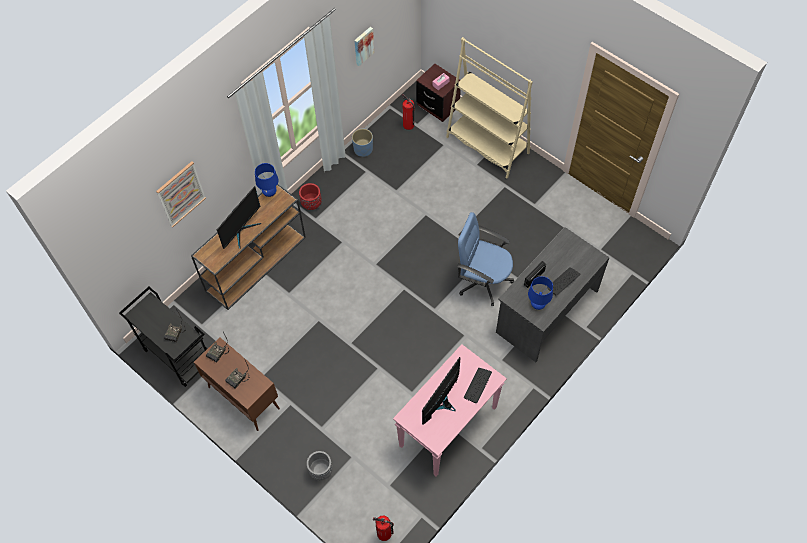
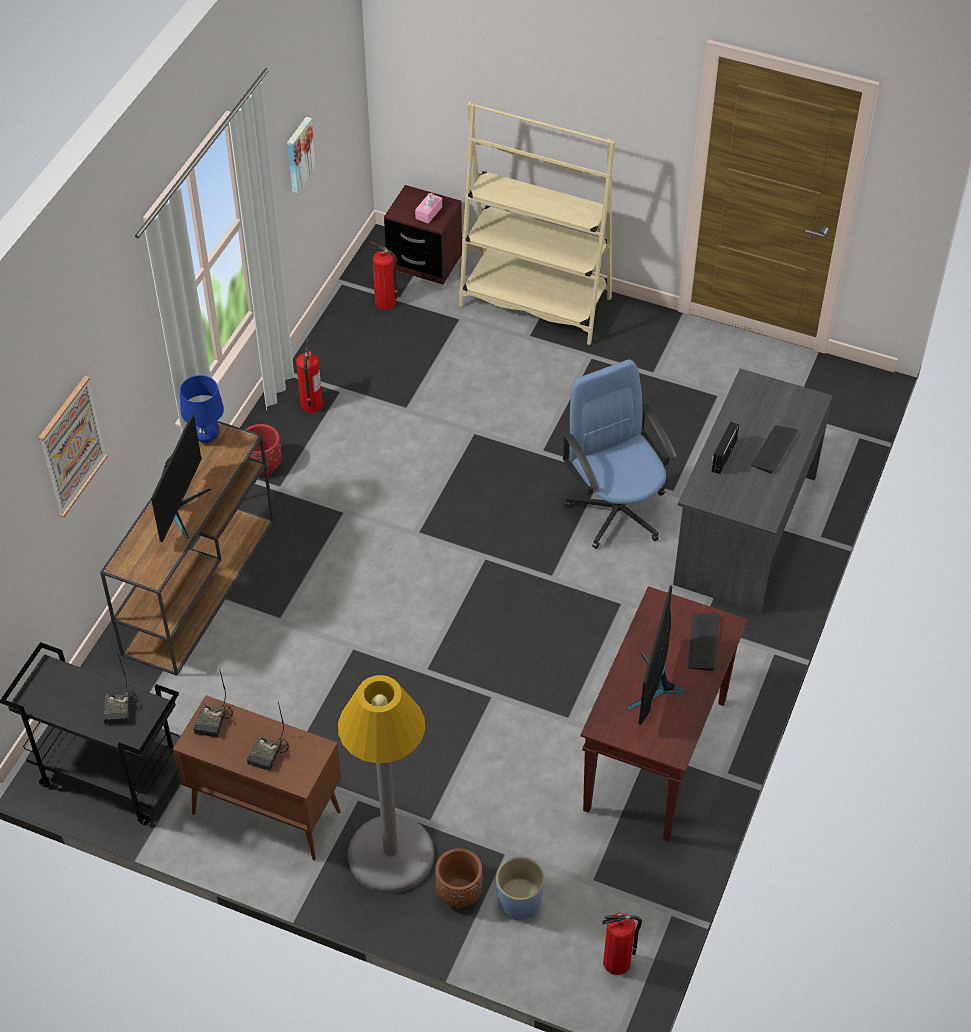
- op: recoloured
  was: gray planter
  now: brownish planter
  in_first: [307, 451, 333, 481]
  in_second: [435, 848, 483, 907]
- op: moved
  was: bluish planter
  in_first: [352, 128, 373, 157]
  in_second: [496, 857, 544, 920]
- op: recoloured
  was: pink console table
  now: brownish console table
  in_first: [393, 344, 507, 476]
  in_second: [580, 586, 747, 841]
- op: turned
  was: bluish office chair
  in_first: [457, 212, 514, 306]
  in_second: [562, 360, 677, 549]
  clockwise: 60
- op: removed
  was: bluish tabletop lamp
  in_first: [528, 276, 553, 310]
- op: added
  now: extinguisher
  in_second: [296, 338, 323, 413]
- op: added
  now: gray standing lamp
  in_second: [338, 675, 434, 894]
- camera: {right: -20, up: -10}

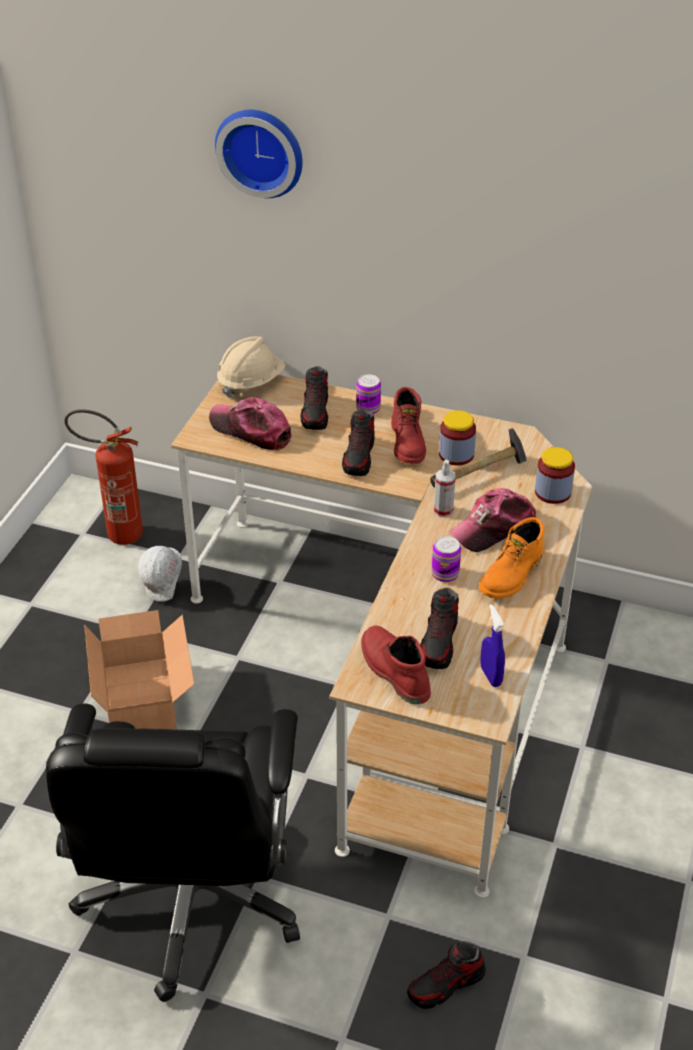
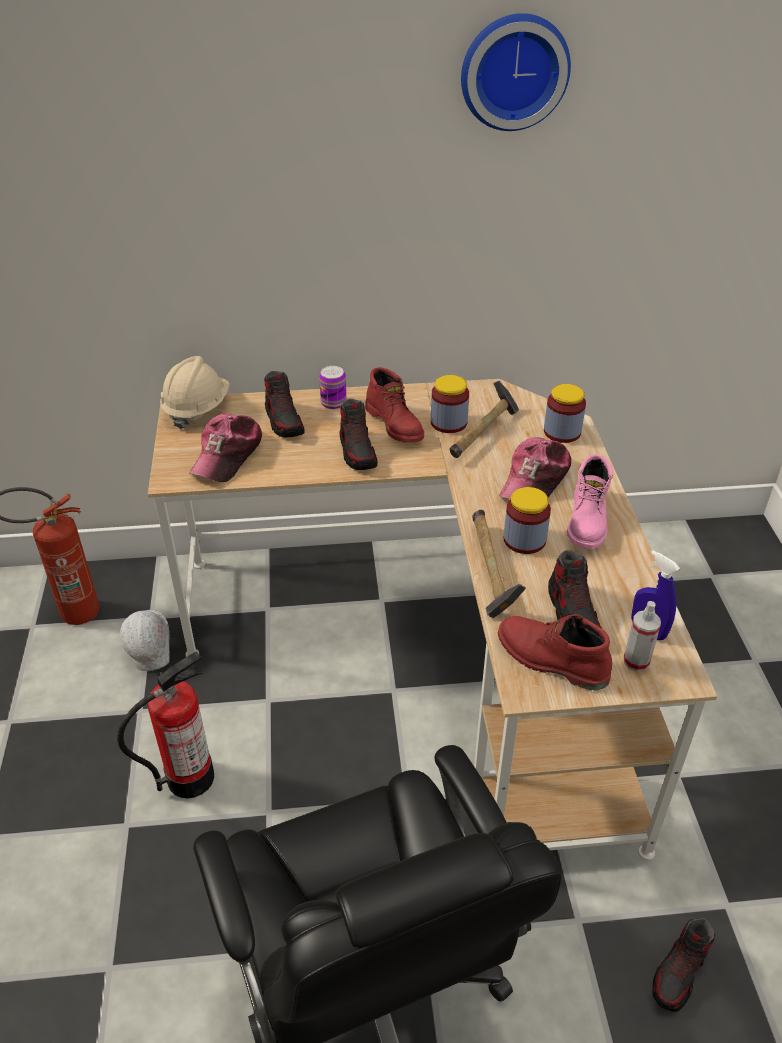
- op: replaced
  was: cardboard box
  now: extinguisher
  in_first: [84, 610, 194, 729]
  in_second: [117, 651, 214, 798]
- op: turned
  was: cap
  in_first: [209, 397, 291, 451]
  in_second: [189, 413, 262, 482]
  clockwise: -75
- op: moved
  was: hanging clock
  in_first: [215, 110, 303, 198]
  in_second: [461, 13, 571, 131]
- op: replaced
  was: sealed can
  now: jar
  in_first: [431, 536, 461, 582]
  in_second: [503, 487, 551, 554]
- op: moved
  was: sprayer
  in_first: [434, 460, 456, 517]
  in_second: [624, 601, 661, 672]
- op: recoloured
  was: orange-coloured high-top boot
  now: pink high-top boot
  in_first: [479, 517, 544, 599]
  in_second: [567, 454, 613, 549]
- op: added
  now: hand hammer
  in_second: [472, 510, 526, 618]
- camera: {right: -25, up: 0}

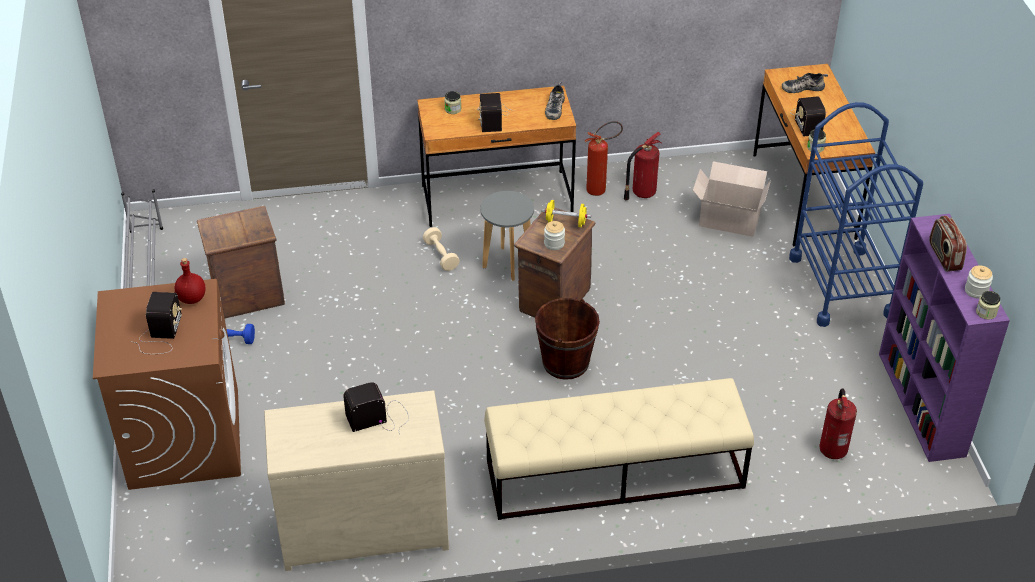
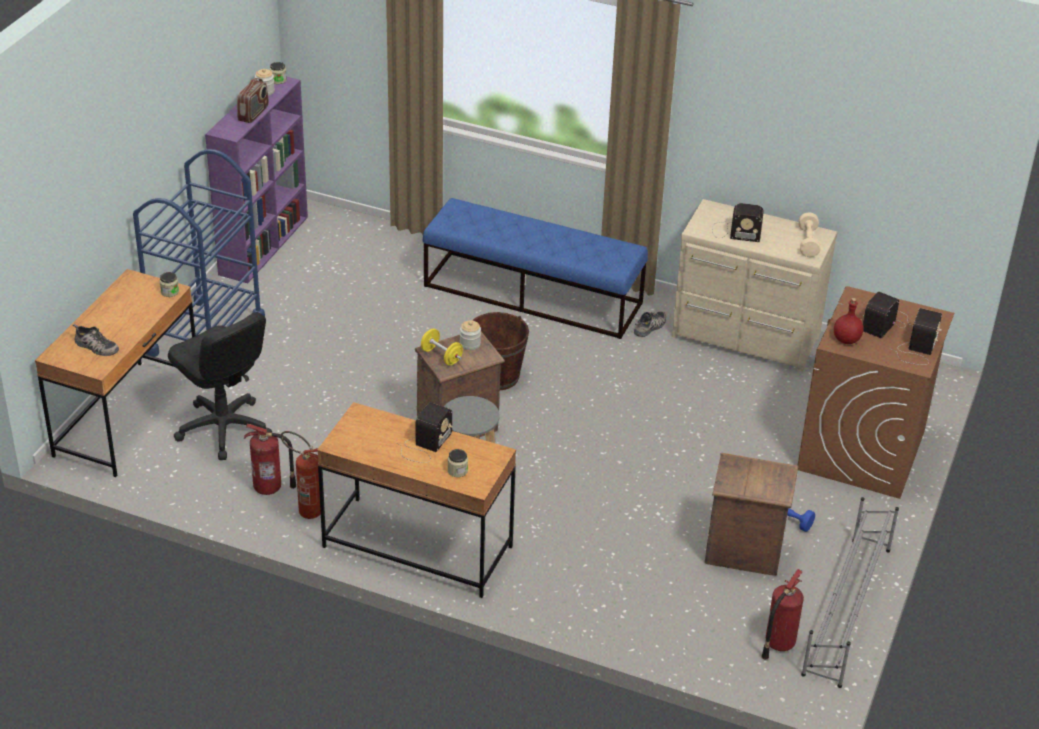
- op: moved
  was: sand-coloured dumbbell
  in_first: [423, 227, 460, 271]
  in_second: [799, 212, 821, 257]
- op: recoloured
  was: sand-coloured long seat
  now: bluish long seat
  in_first: [484, 378, 754, 520]
  in_second: [423, 198, 648, 339]
- op: moved
  was: item of footwear
  in_first: [545, 82, 565, 120]
  in_second: [634, 311, 666, 337]
- op: replaced
  was: cardboard box
  now: black office chair
  in_first: [693, 161, 771, 237]
  in_second: [168, 312, 272, 460]
- op: moved
  was: radio
  in_first: [790, 96, 826, 137]
  in_second: [891, 308, 942, 365]
- op: moved
  was: extinguisher
  in_first: [820, 389, 857, 459]
  in_second: [762, 569, 804, 659]
- camera: {right: -150, up: -5}

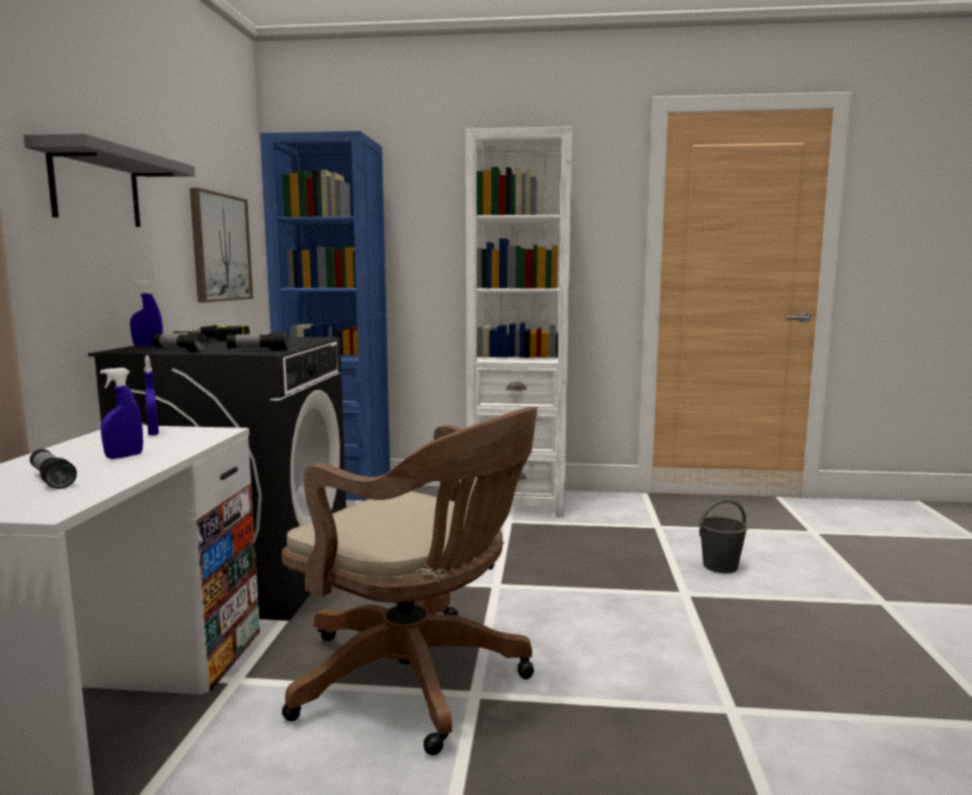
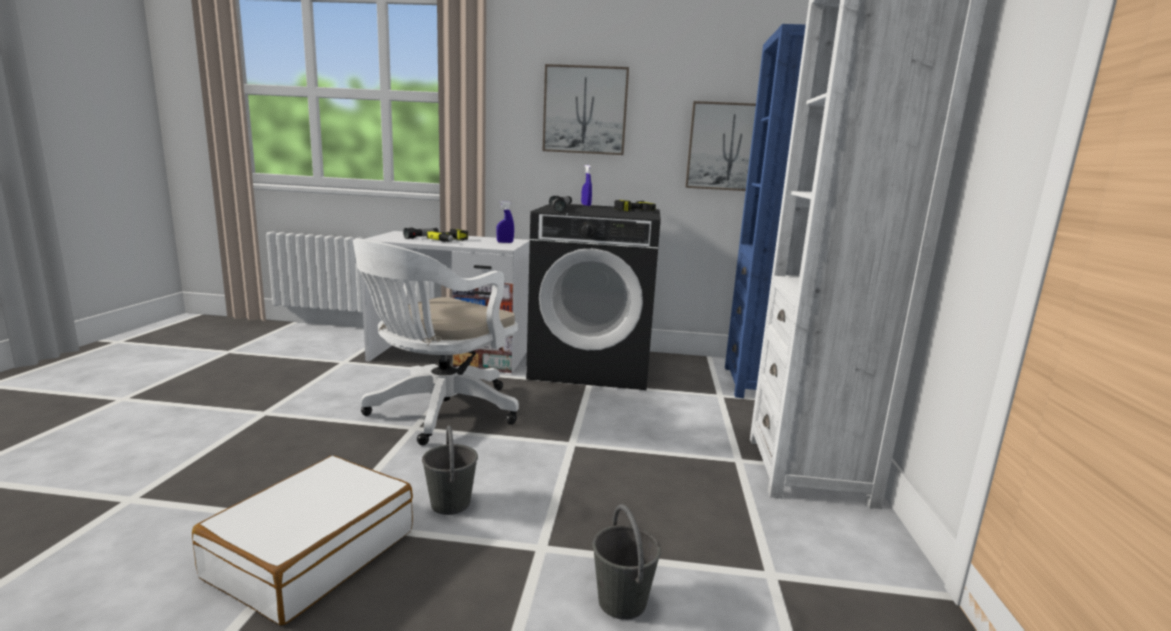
- op: replaced
  was: gray wall shelf
  now: wall picture
  in_first: [24, 133, 195, 227]
  in_second: [543, 64, 629, 155]
- op: replaced
  was: bluish sprayer
  now: power drill
  in_first: [100, 368, 143, 459]
  in_second: [427, 229, 468, 242]
- op: recoloured
  was: brownish office chair
  now: whitish office chair
  in_first: [282, 407, 537, 756]
  in_second: [353, 239, 519, 445]
- op: added
  now: whitish travel case
  in_second: [192, 456, 413, 626]
- op: added
  now: gray pail
  in_second: [422, 425, 478, 515]
- camera: {right: 90, up: 5}

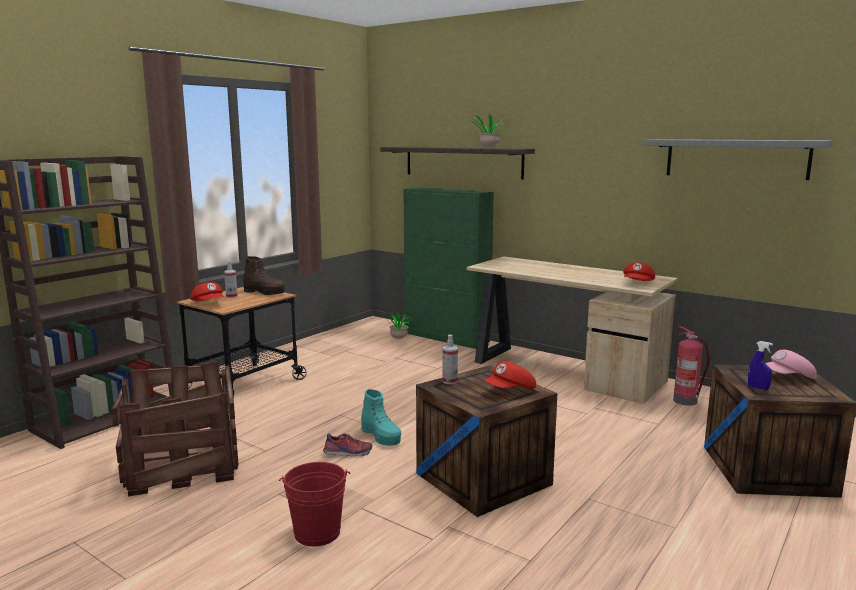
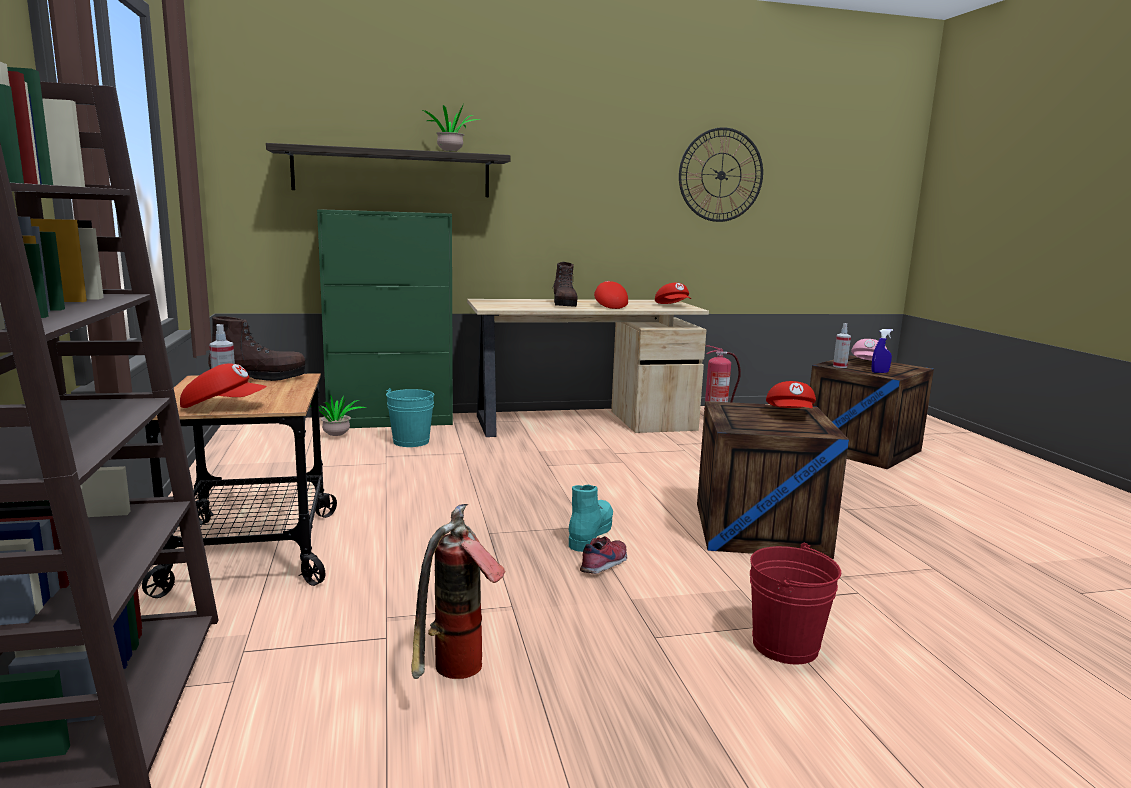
- op: replaced
  was: packing crate
  now: extinguisher
  in_first: [111, 361, 239, 496]
  in_second: [411, 504, 506, 679]
- op: turned
  was: blue-green high-top boot
  in_first: [361, 389, 401, 446]
  in_second: [569, 485, 613, 552]
  clockwise: -75
- op: moved
  was: sprayer
  in_first: [442, 335, 458, 384]
  in_second: [833, 323, 851, 368]
- op: replaced
  was: gray wall shelf
  now: hanging clock
  in_first: [643, 139, 832, 180]
  in_second: [679, 127, 763, 222]
- op: added
  now: blue-green pail
  in_second: [386, 388, 434, 447]
- op: added
  now: brownish high-top boot
  in_second: [552, 262, 578, 307]
- op: added
  now: red-coloured cap
  in_second: [594, 281, 628, 309]
- camera: {right: -50, up: 0}

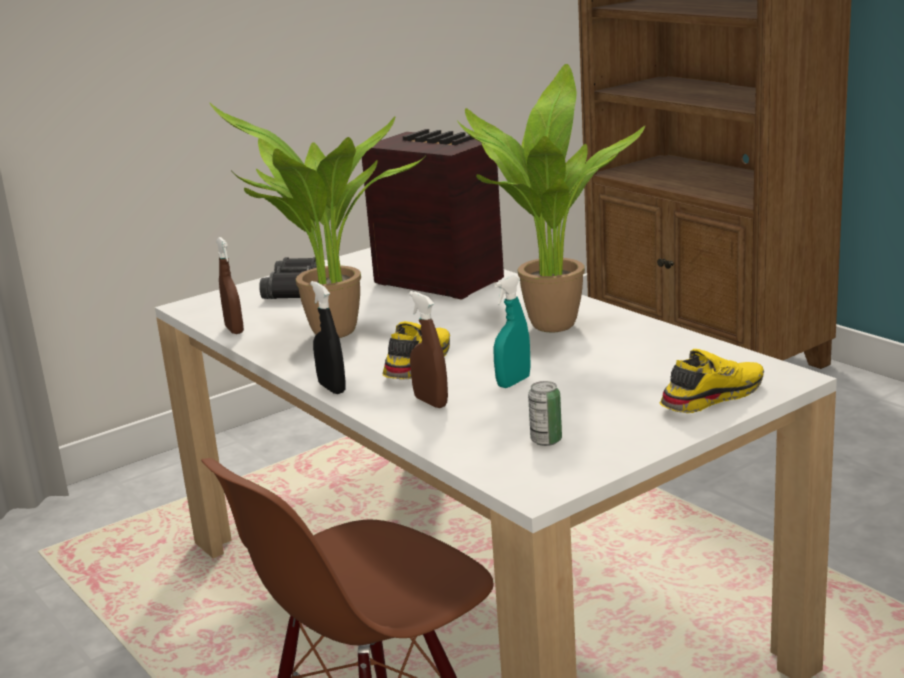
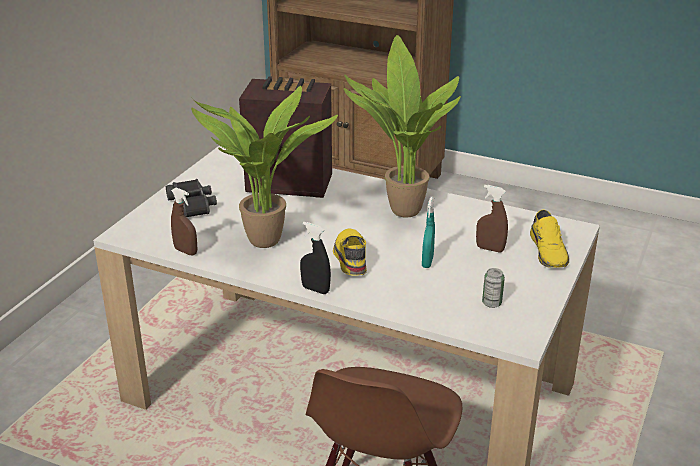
- op: moved
  was: brownish sprayer
  in_first: [409, 291, 448, 408]
  in_second: [476, 185, 508, 252]
- op: turned
  was: yellowish item of footwear
  in_first: [660, 349, 764, 413]
  in_second: [530, 210, 569, 268]
  clockwise: 150
- camera: {right: -30, up: 10}

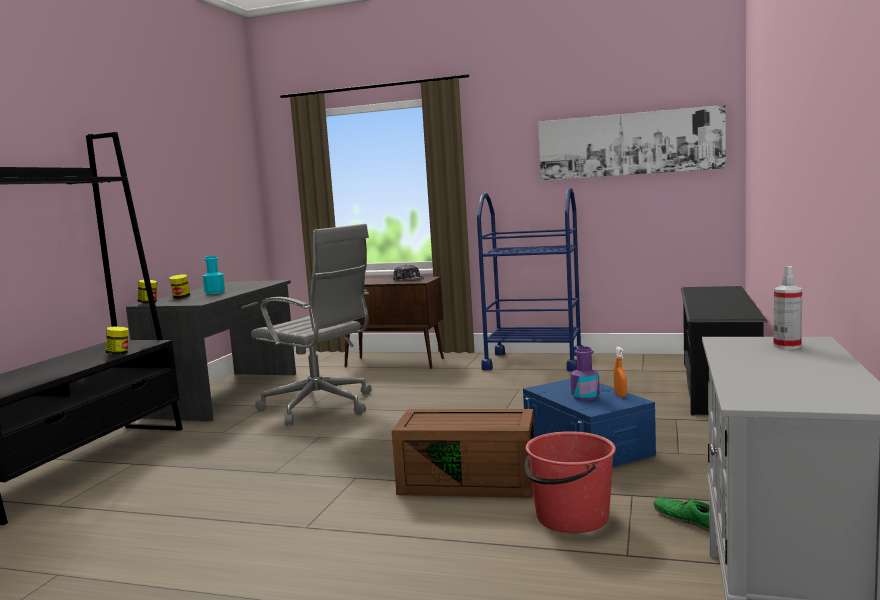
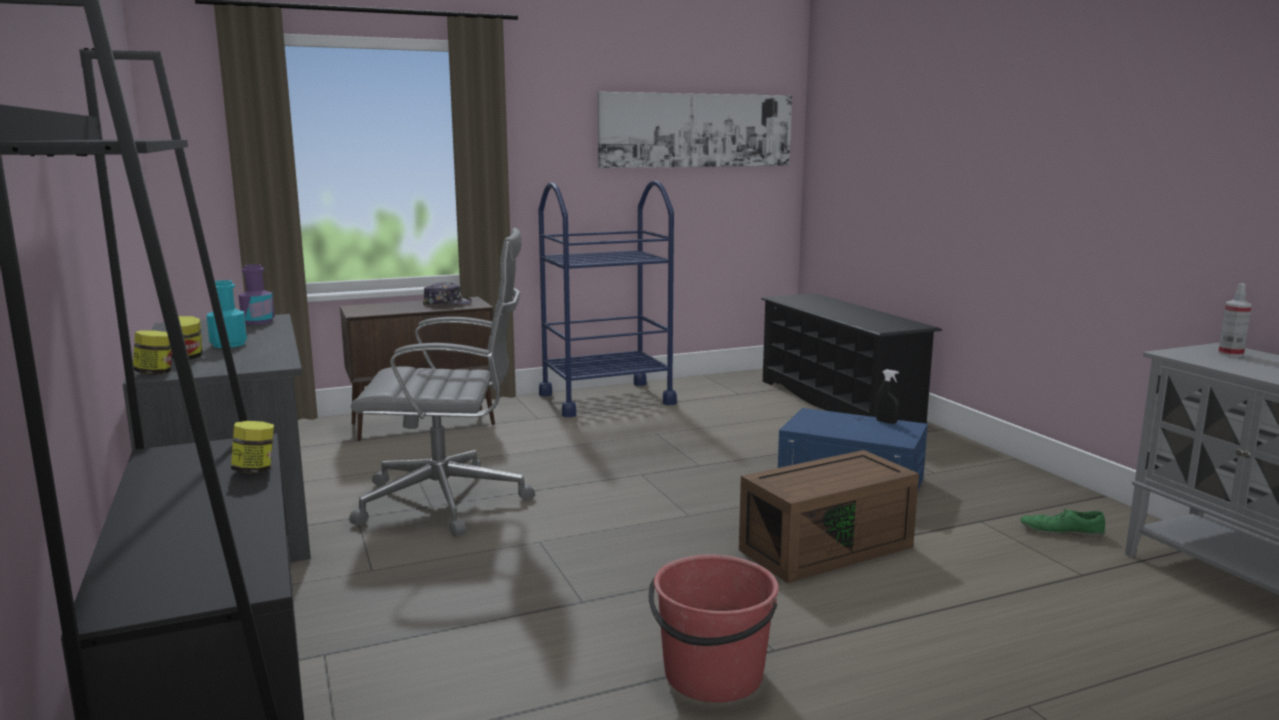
- op: moved
  was: red-coloured pail
  in_first: [524, 431, 616, 533]
  in_second: [649, 555, 779, 703]
- op: moved
  was: purplish beverage bottle
  in_first: [570, 346, 600, 401]
  in_second: [238, 264, 275, 325]
- op: recoloured
  was: orange-coloured sprayer
  now: black sprayer
  in_first: [614, 347, 627, 397]
  in_second: [876, 369, 899, 424]
- camera: {right: -40, up: 5}

